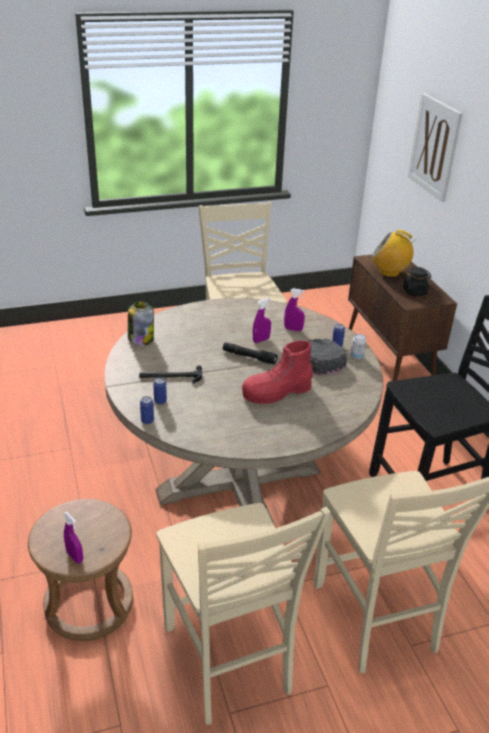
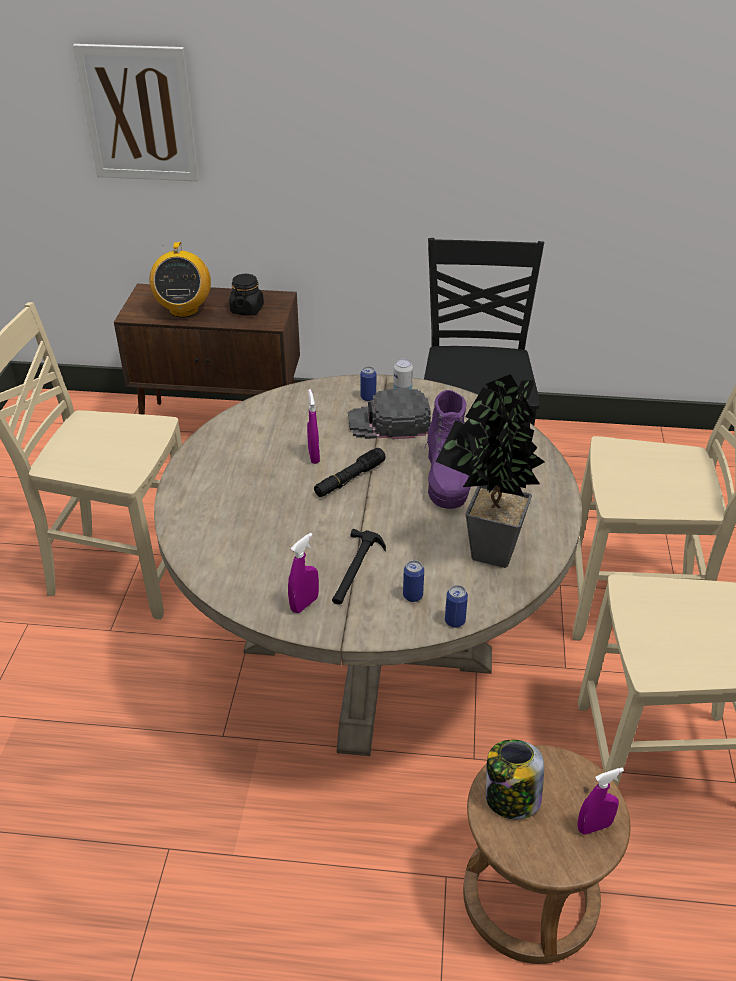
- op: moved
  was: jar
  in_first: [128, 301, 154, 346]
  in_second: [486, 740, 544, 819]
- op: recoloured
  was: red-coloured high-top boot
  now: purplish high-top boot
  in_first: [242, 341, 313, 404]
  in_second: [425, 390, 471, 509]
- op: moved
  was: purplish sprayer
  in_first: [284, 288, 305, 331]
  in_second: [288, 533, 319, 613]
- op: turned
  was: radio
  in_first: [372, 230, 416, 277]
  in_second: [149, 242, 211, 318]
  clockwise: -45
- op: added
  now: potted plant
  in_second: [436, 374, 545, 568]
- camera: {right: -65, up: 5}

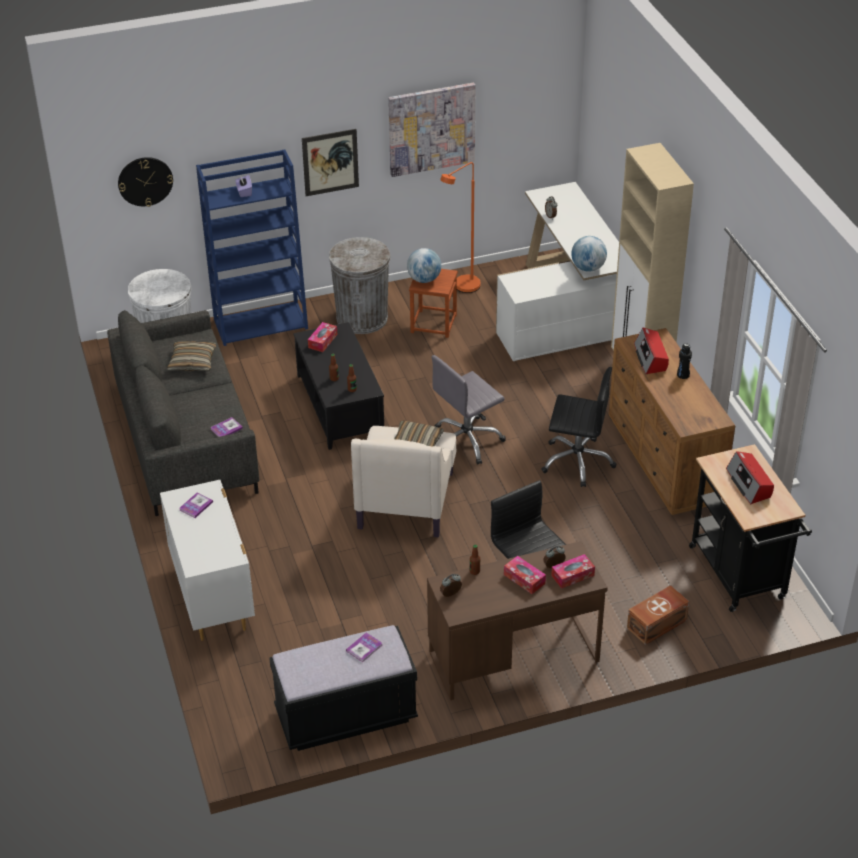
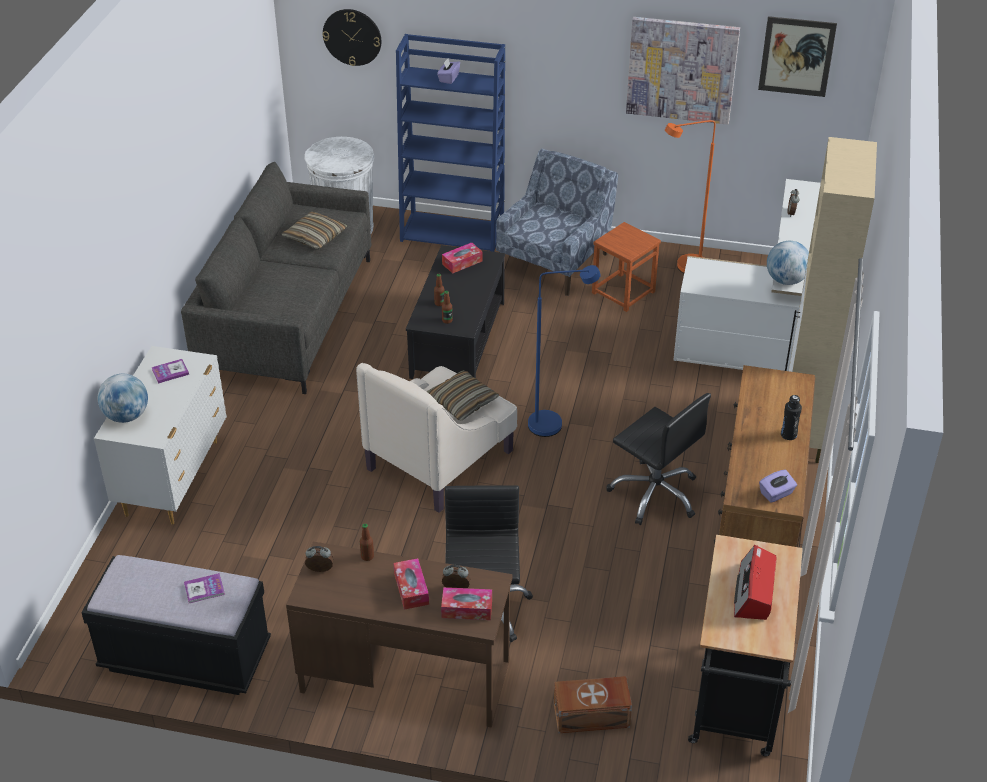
- op: removed
  was: book
  in_first: [210, 417, 243, 437]
- op: moved
  was: wall picture
  in_first: [302, 129, 359, 196]
  in_second: [758, 16, 837, 97]
- op: replaced
  was: gray trash can
  now: bluish easy chair
  in_first: [329, 237, 391, 334]
  in_second: [496, 148, 618, 296]
- op: moved
  was: globe
  in_first: [407, 248, 441, 283]
  in_second: [98, 374, 148, 423]
- op: replaced
  was: gray office chair
  now: bluish standing lamp
  in_first: [432, 355, 506, 465]
  in_second: [528, 265, 601, 437]
- op: removed
  was: radio
  in_first: [634, 328, 669, 374]
- op: added
  now: purplish tissue holder
  in_second: [759, 470, 797, 503]
- camera: {right: 30, up: 0}

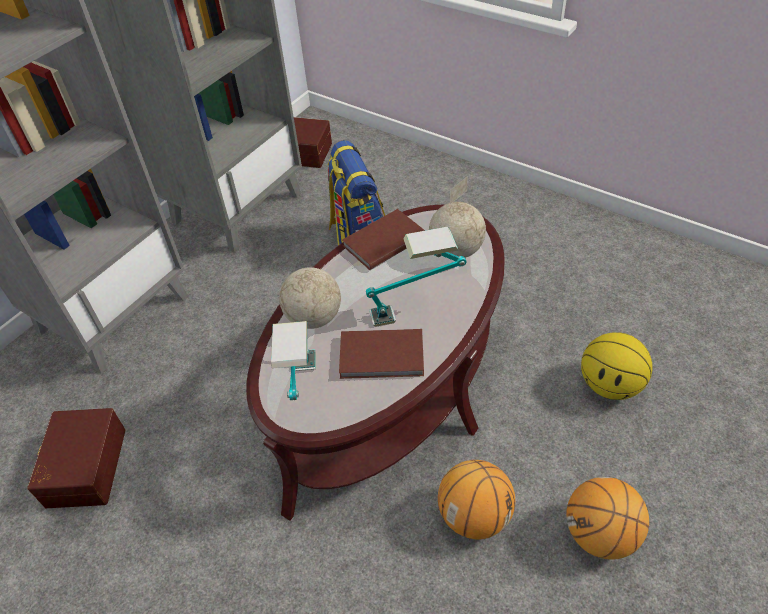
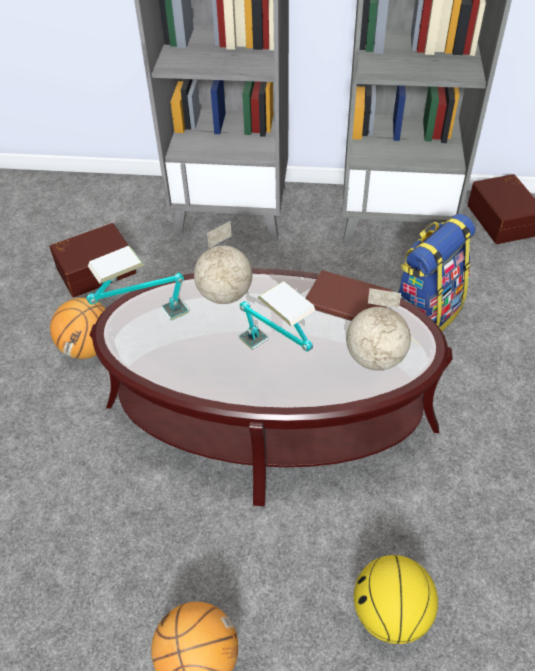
- op: removed
  was: brownish book
  in_first: [339, 329, 424, 379]
- op: moved
  was: ball for basketball
  in_first: [438, 460, 515, 539]
  in_second: [50, 298, 106, 359]
- camera: {right: 60, up: 0}

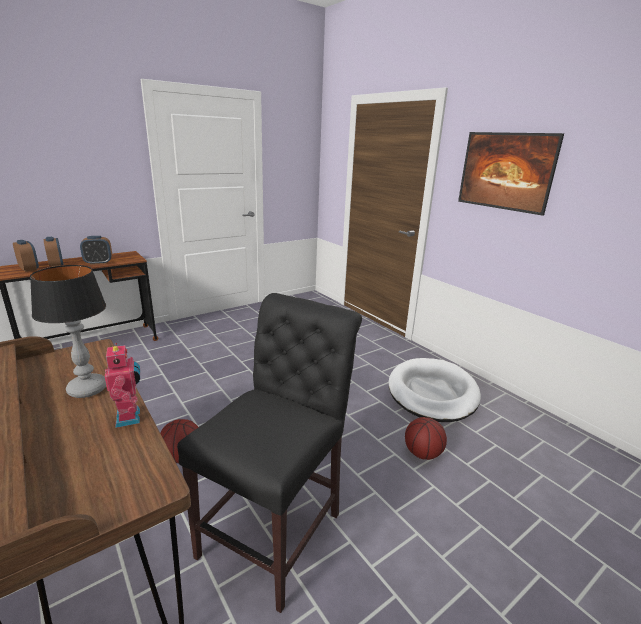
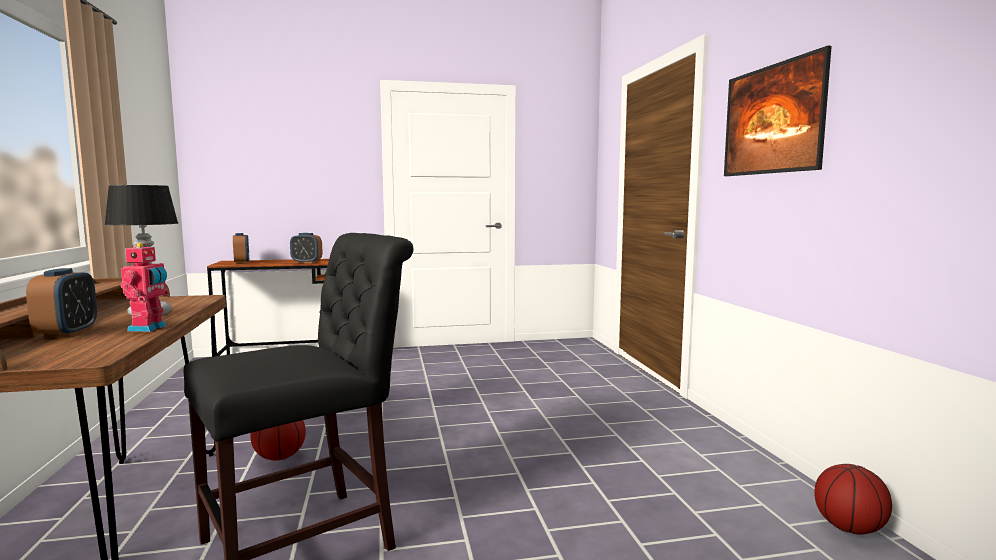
- op: moved
  was: table clock
  in_first: [44, 237, 64, 267]
  in_second: [26, 268, 97, 338]
- op: removed
  was: whitish pet bed
  in_first: [388, 358, 481, 422]
- op: moved
  was: ball for basketball
  in_first: [405, 417, 447, 460]
  in_second: [814, 464, 892, 534]
- camera: {right: 25, up: -15}

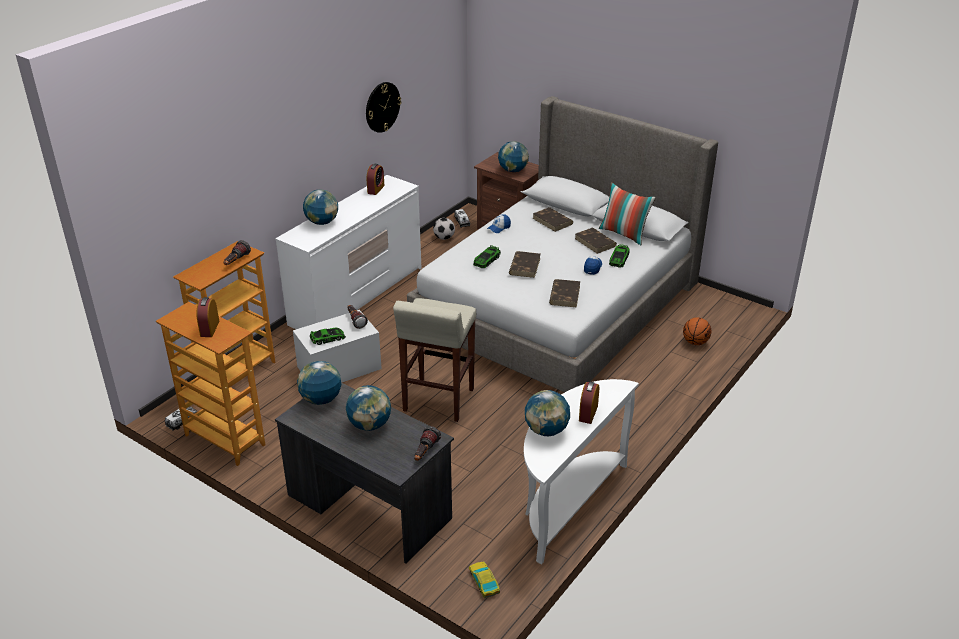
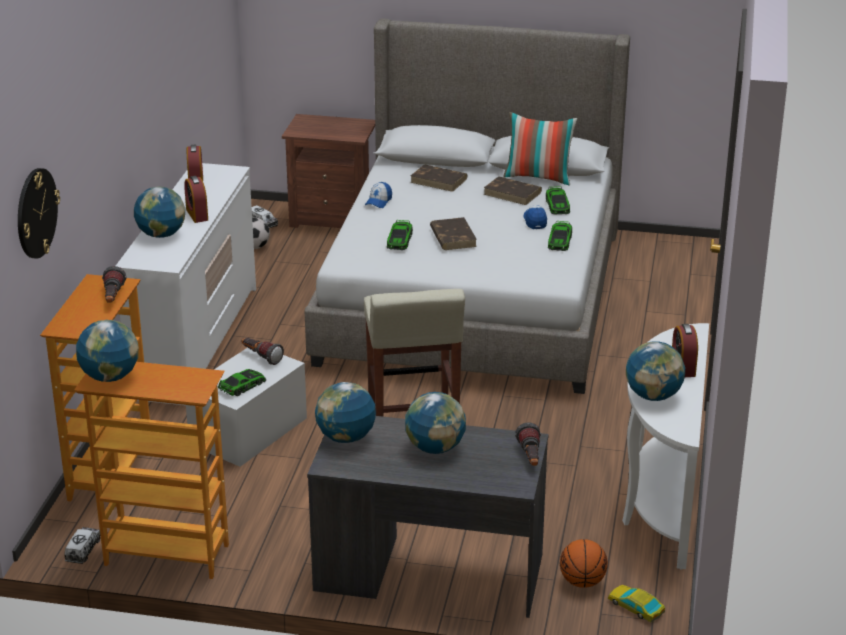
- op: moved
  was: table clock
  in_first: [196, 297, 219, 337]
  in_second: [184, 176, 208, 223]
- op: moved
  was: hanging clock
  in_first: [366, 82, 401, 133]
  in_second: [18, 168, 60, 259]
- op: moved
  was: globe
  in_first: [498, 141, 529, 172]
  in_second: [76, 320, 139, 382]
- op: removed
  was: brownish book
  in_first: [549, 279, 580, 307]
- op: moved
  was: ball for basketball
  in_first: [683, 317, 711, 345]
  in_second: [560, 539, 608, 588]
- op: added
  now: miniature car
  in_second: [548, 221, 572, 251]
- camera: {right: -25, up: -5}

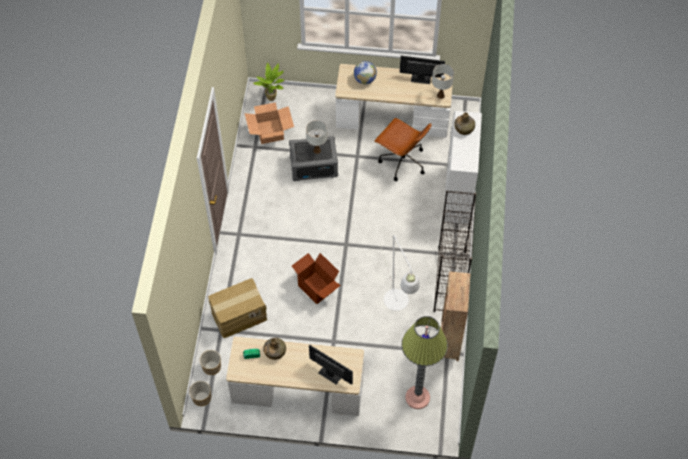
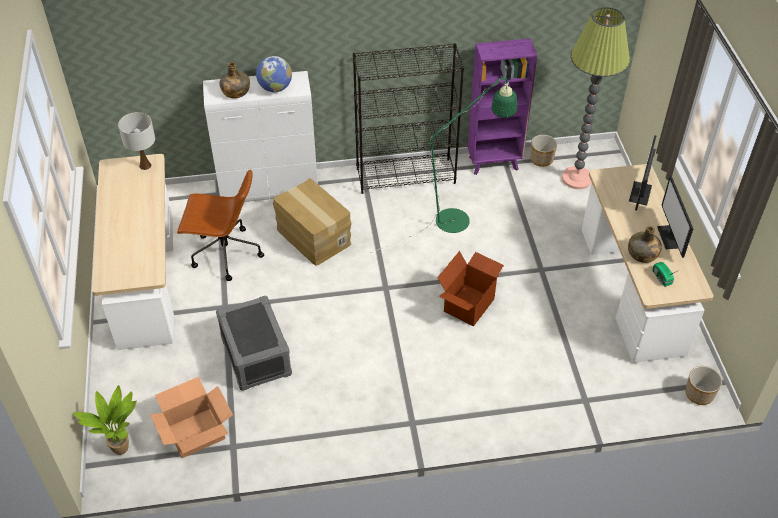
- op: moved
  was: planter
  in_first: [200, 350, 221, 375]
  in_second: [530, 135, 557, 167]
- op: moved
  was: cardboard box
  in_first: [208, 278, 267, 338]
  in_second: [273, 178, 351, 266]
- op: removed
  was: whitish tabletop lamp
  in_first: [306, 120, 327, 154]
- op: moved
  was: globe
  in_first: [354, 61, 377, 84]
  in_second: [256, 56, 292, 92]
- op: turned
  was: brownish office chair
  in_first: [374, 118, 432, 181]
  in_second: [177, 169, 264, 281]
  clockwise: 75
- op: recoloured
  was: whitish standing lamp
  now: green standing lamp
  in_first: [380, 236, 420, 311]
  in_second: [370, 76, 517, 253]
- op: moved
  was: computer display
  in_first: [400, 56, 445, 84]
  in_second: [657, 176, 693, 258]
- op: recoloured
  was: brownish bookshelf
  now: purplish bookshelf
  in_first: [441, 271, 470, 362]
  in_second: [468, 38, 537, 175]
- camera: {right: -105, up: -10}

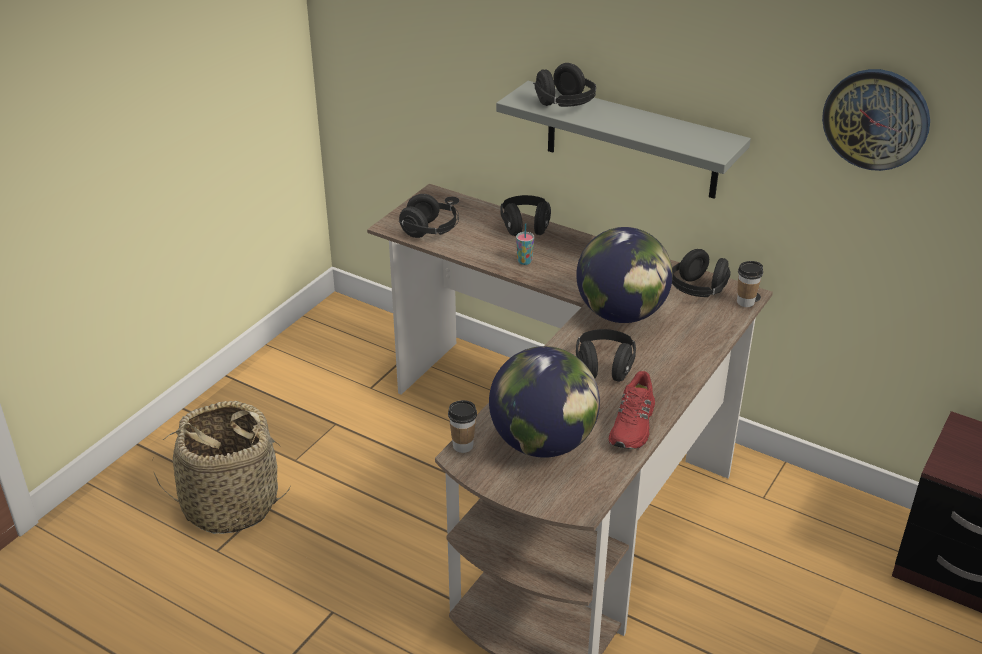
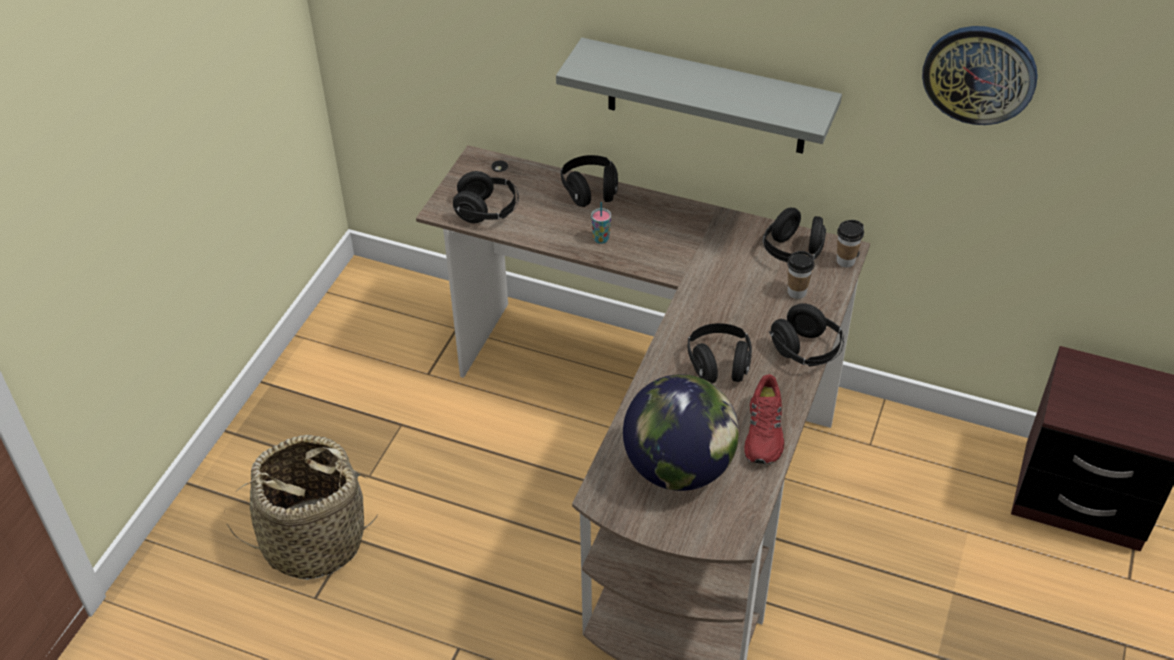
- op: moved
  was: drinking cup
  in_first: [448, 400, 477, 453]
  in_second: [787, 251, 814, 299]
- op: moved
  was: black pair of headphones
  in_first: [533, 63, 596, 107]
  in_second: [769, 303, 844, 367]
- op: removed
  was: globe
  in_first: [576, 227, 673, 323]
- camera: {right: -10, up: 10}

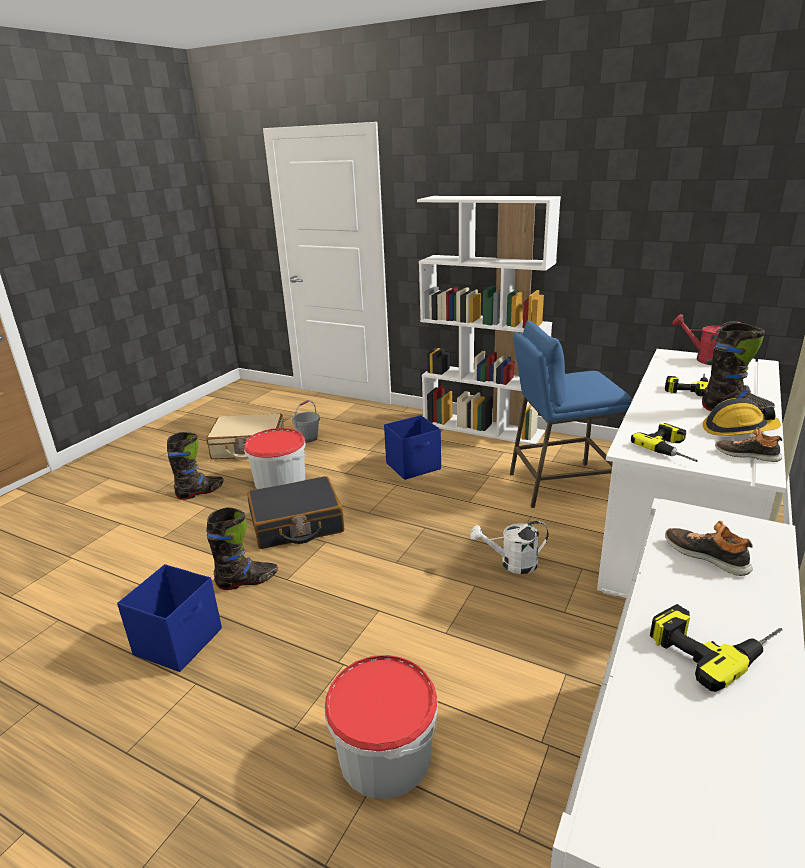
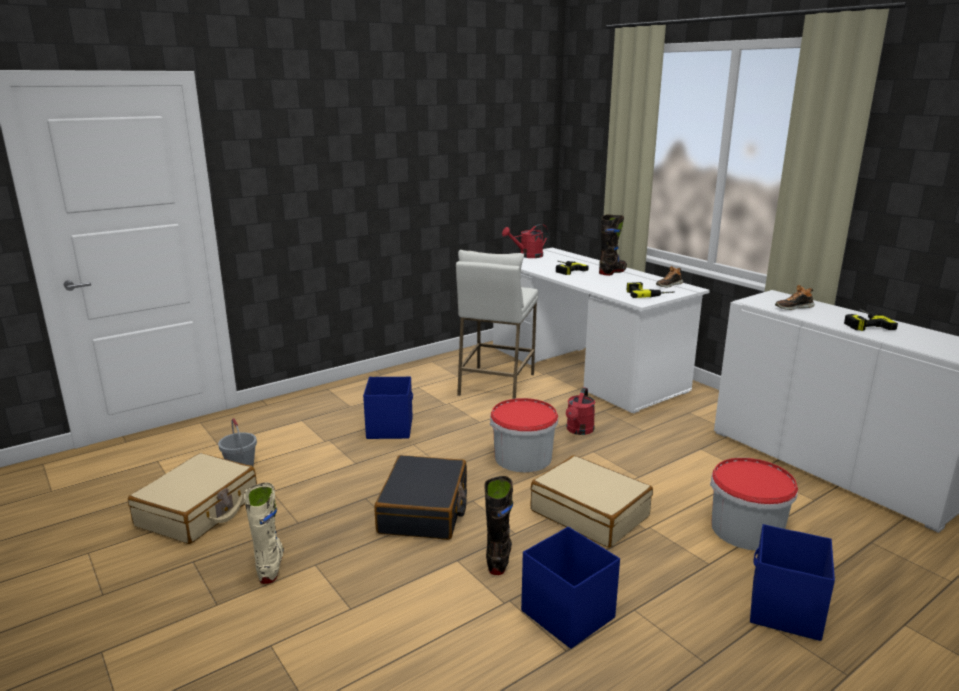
- op: recoloured
  was: black high-top boot
  now: sand-coloured high-top boot
  in_first: [167, 432, 224, 500]
  in_second: [244, 482, 284, 584]
- op: moved
  was: pail
  in_first: [244, 428, 306, 489]
  in_second: [490, 398, 558, 473]
- op: removed
  was: whitish bookshelf
  in_first: [417, 196, 561, 445]
- op: recoloured
  was: whitish sprinkling can
  now: red-coloured sprinkling can
  in_first: [470, 521, 549, 574]
  in_second: [566, 387, 595, 435]
- op: recoloured
  was: bluish stool seat
  now: whitish stool seat
  in_first: [510, 321, 632, 508]
  in_second: [456, 250, 538, 399]
- op: removed
  was: hard hat
  in_first: [703, 398, 781, 436]
- op: added
  now: sand-coloured travel case
  in_second: [530, 455, 653, 548]
- op: added
  now: bluish storage bin
  in_second: [750, 524, 835, 641]
- camera: {right: -65, up: -5}

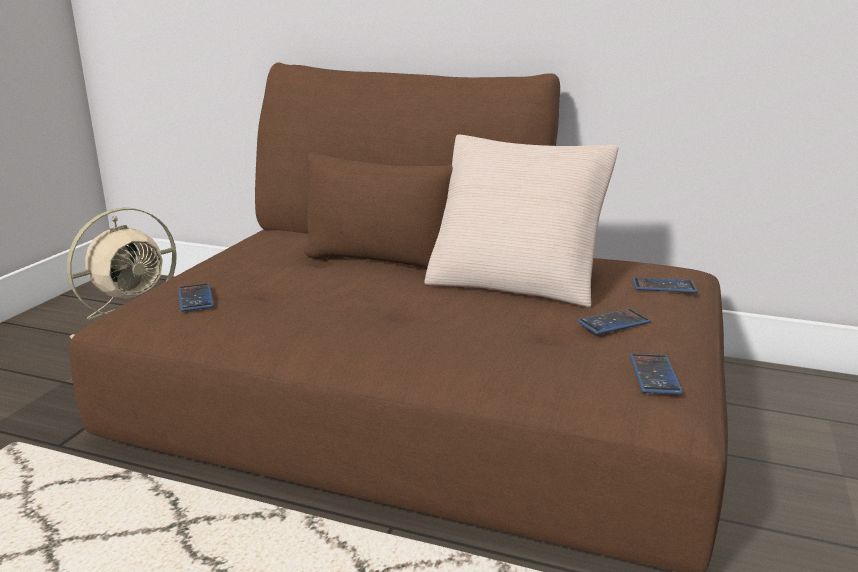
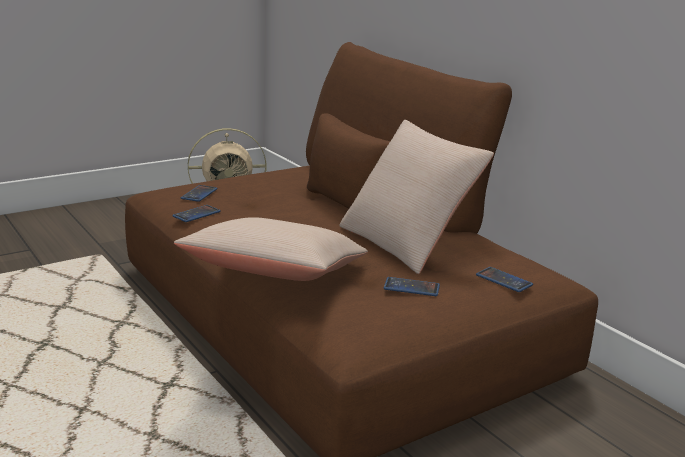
- op: moved
  was: handset
  in_first: [630, 354, 683, 395]
  in_second: [172, 205, 221, 222]
- op: added
  now: sand-coloured cushion
  in_second: [174, 217, 368, 281]
- camera: {right: 35, up: 0}

